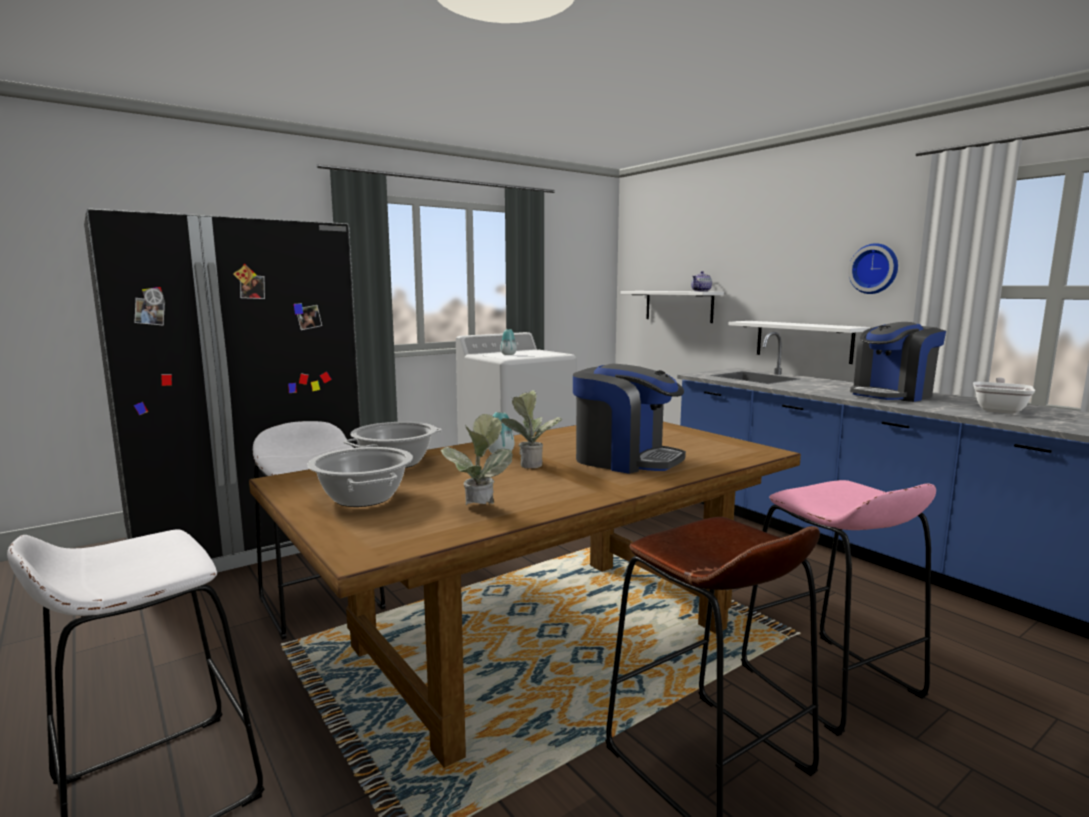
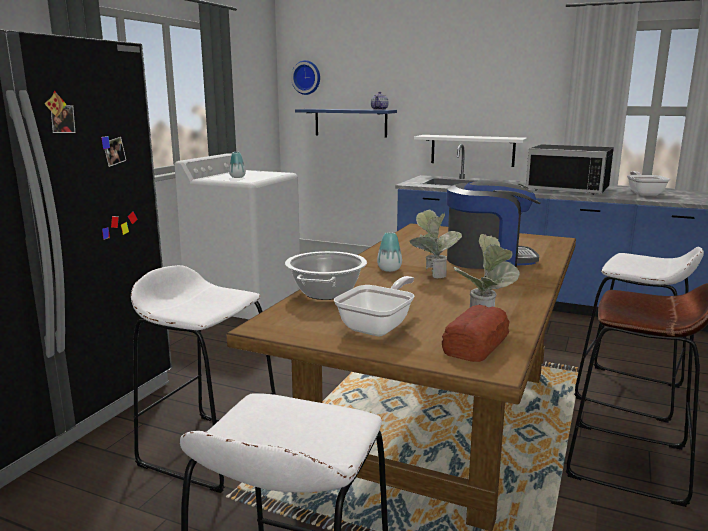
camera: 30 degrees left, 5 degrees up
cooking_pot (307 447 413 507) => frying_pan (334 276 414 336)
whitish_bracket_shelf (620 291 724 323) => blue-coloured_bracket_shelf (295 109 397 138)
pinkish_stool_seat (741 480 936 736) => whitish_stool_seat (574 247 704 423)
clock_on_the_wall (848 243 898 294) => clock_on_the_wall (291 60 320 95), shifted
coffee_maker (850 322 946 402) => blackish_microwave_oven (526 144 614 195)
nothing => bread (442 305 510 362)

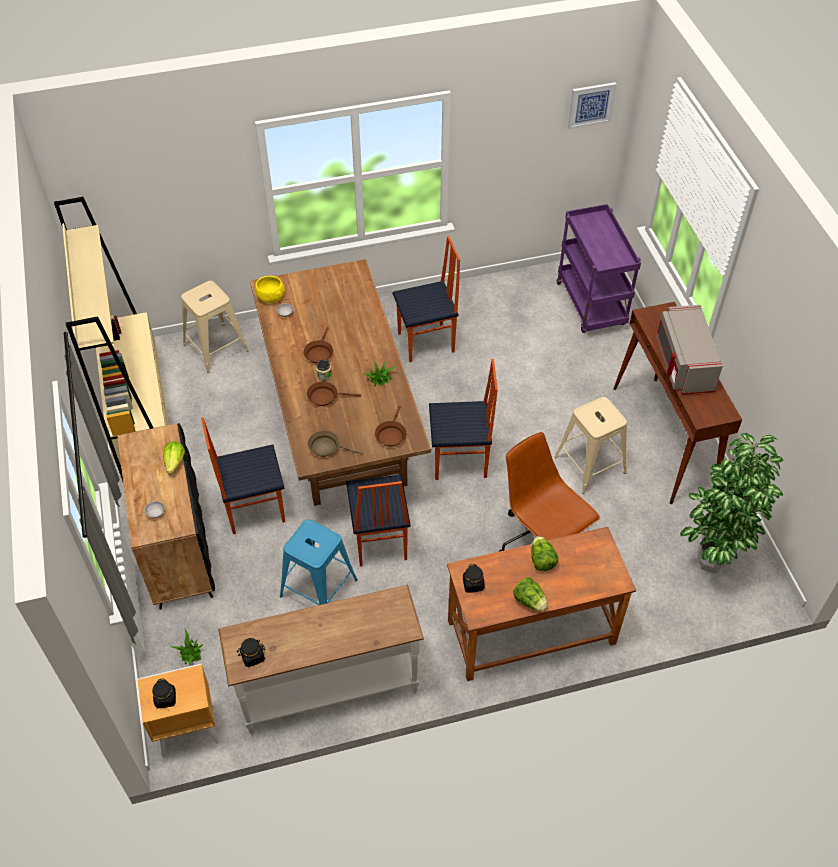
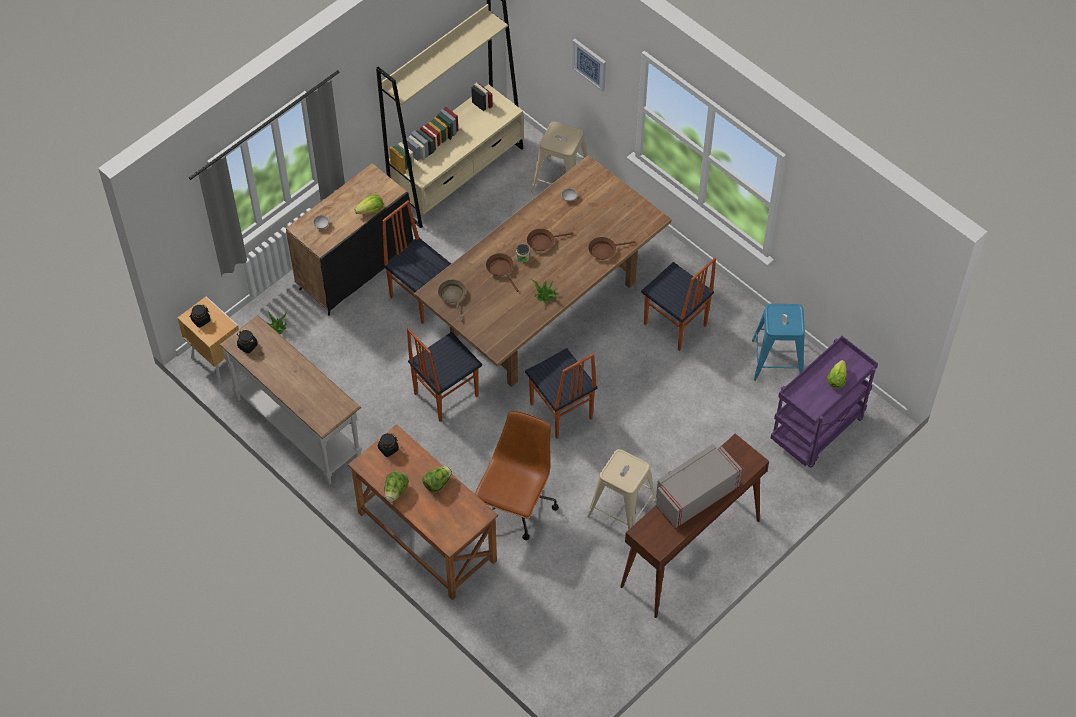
camera: 60 degrees right, 5 degrees up
yellow_bowl (255 276 285 303) => nothing
blue-coloured_stool_seat (280 519 358 605) => blue-coloured_stool_seat (752 304 805 381), shifted
brownish_frying_pan (375 405 406 447) => brownish_frying_pan (588 237 635 260), shifted
wall_picture (568 82 617 129) => wall_picture (572 39 606 92), shifted
potted_plant (680 433 783 574) => nothing
nothing => lettuce (827 360 846 388)

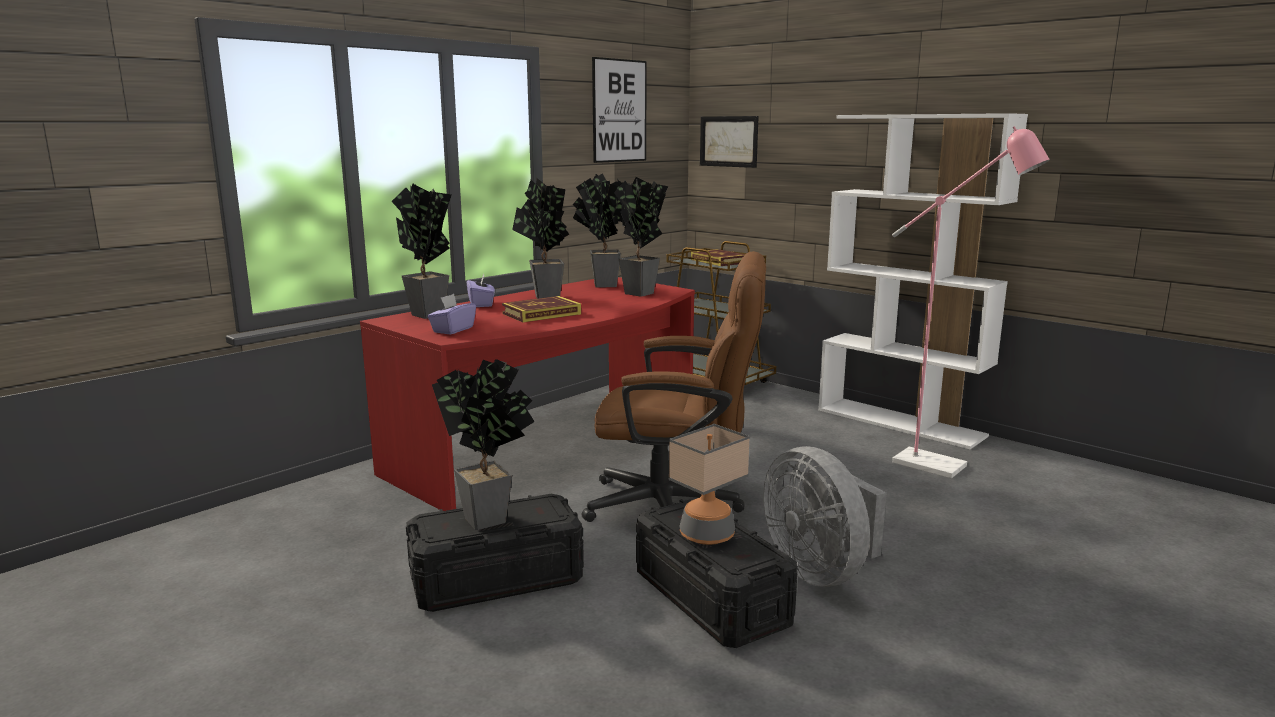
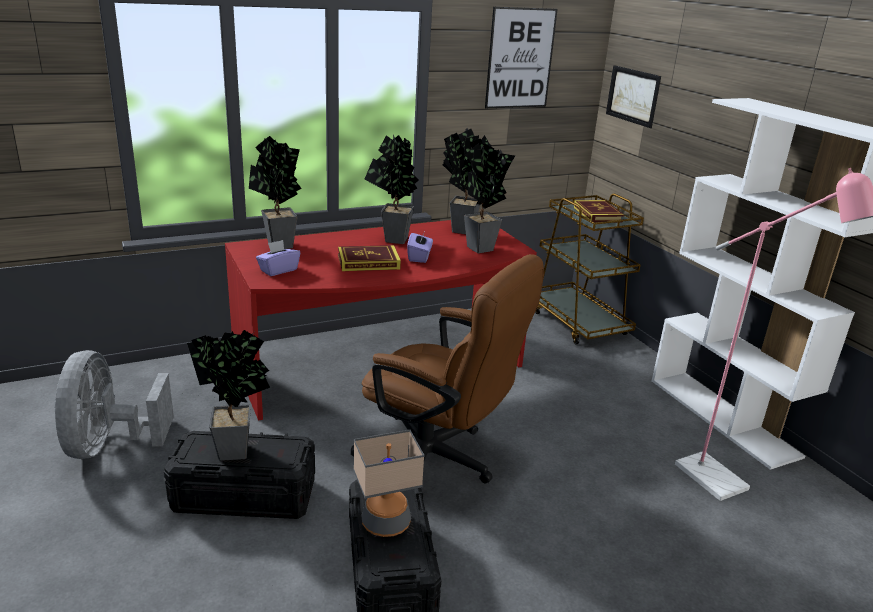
camera: 20 degrees right, 10 degrees up
purplish_tissue_box (467 274 495 307) => purplish_tissue_box (407 230 433 263), shifted
grey_fan (763 446 886 587) => grey_fan (54 350 174 459), shifted

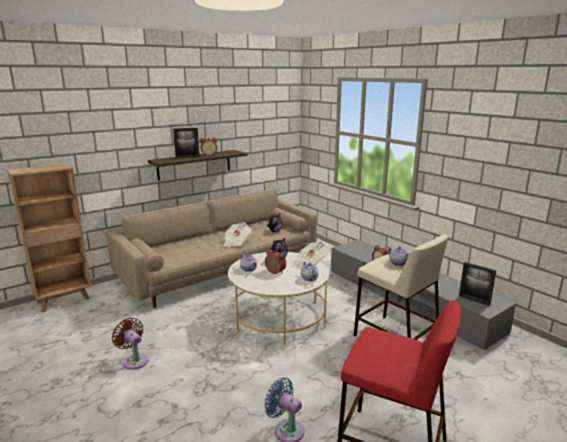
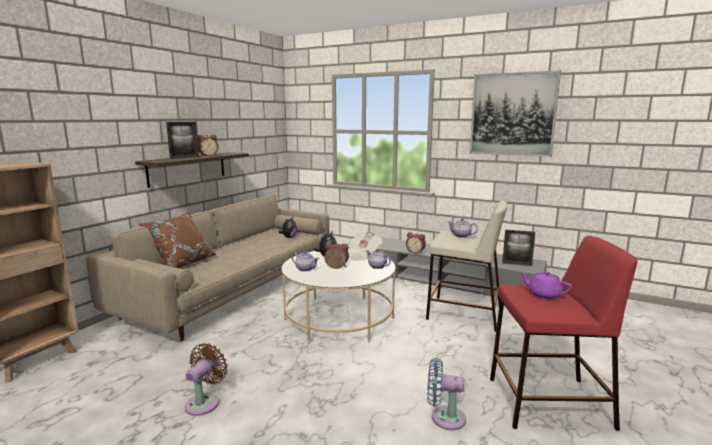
camera: 25 degrees left, 5 degrees down
brownish_fan (112 318 148 370) => brownish_fan (185 343 228 416), 90 degrees clockwise
printed_paper (224 222 252 247) => nothing
nothing => brownish_cushion (138 212 217 268)
nothing => wall_picture (470 70 561 157)
nothing => purplish_pot_for_tea (519 271 572 299)

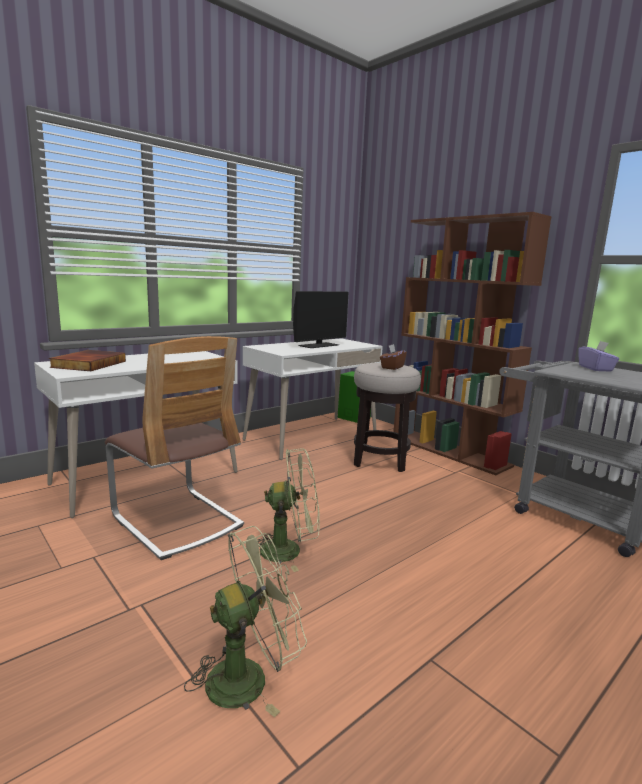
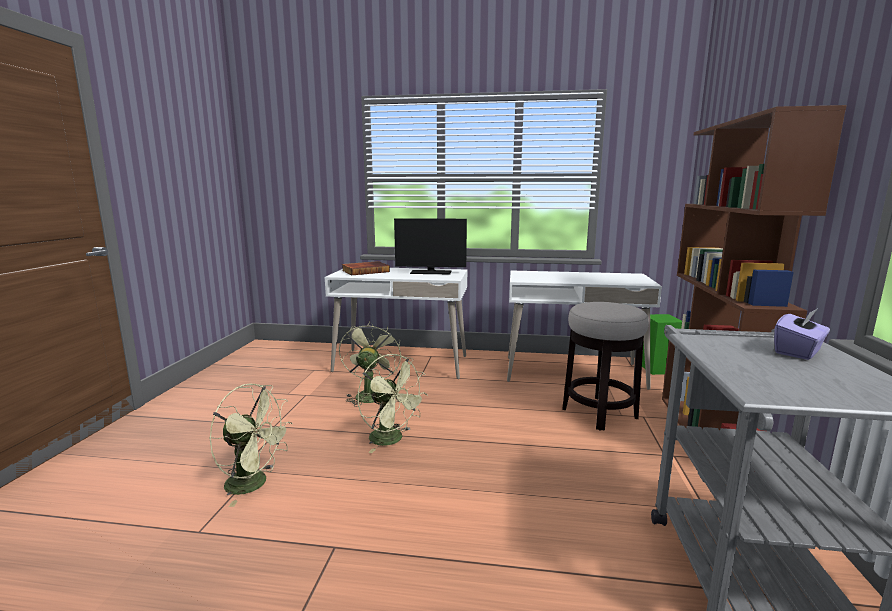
camera: 50 degrees right, 0 degrees up
plain_chair (105 336 244 560) => green_fan (339 321 401 407)
computer_screen (293 291 348 348) => computer_screen (394 218 467 274), shifted
brownish_tissue_box (380 344 407 370) => nothing

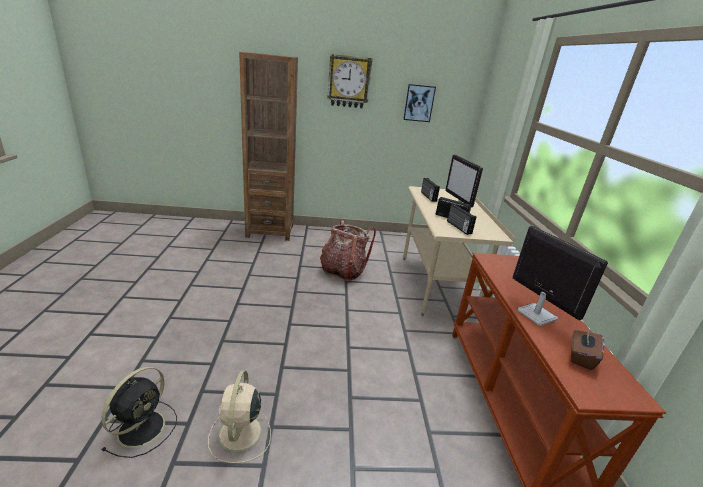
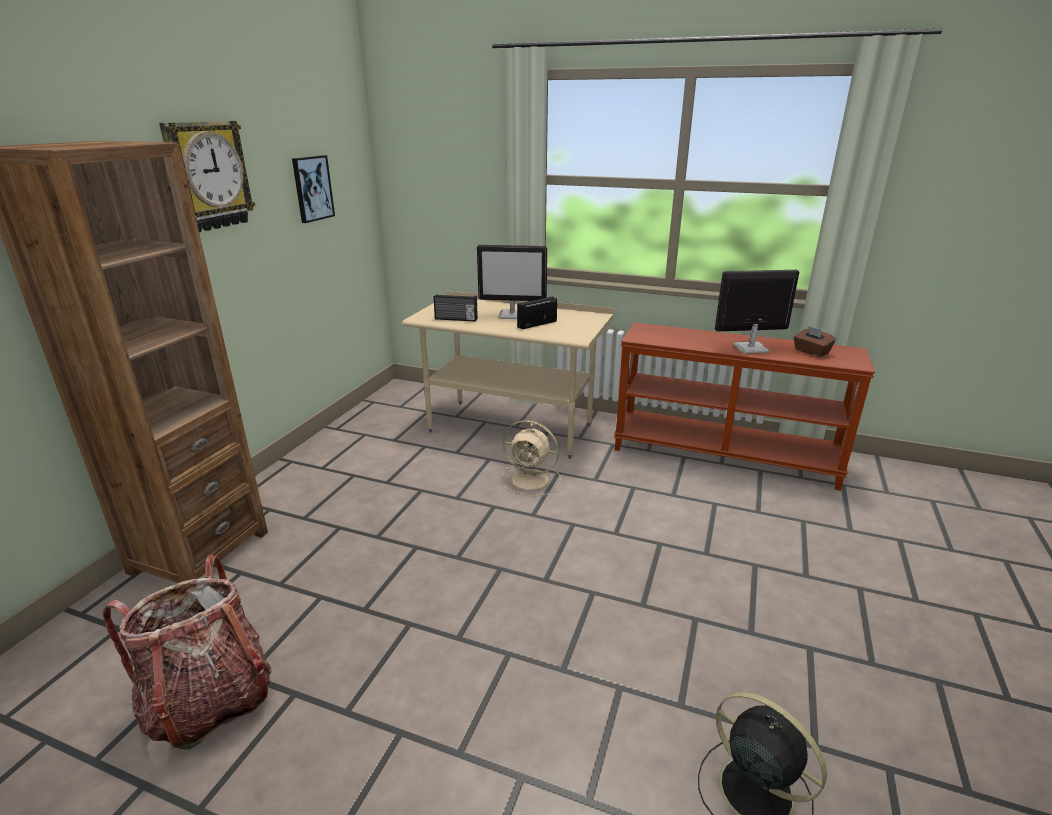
camera: 65 degrees left, 0 degrees up
sand-coloured_fan (208 371 271 463) => sand-coloured_fan (502 420 560 496), shifted
knapsack (320 220 376 281) => knapsack (102 555 272 750), shifted
radio (447 204 476 235) => nothing

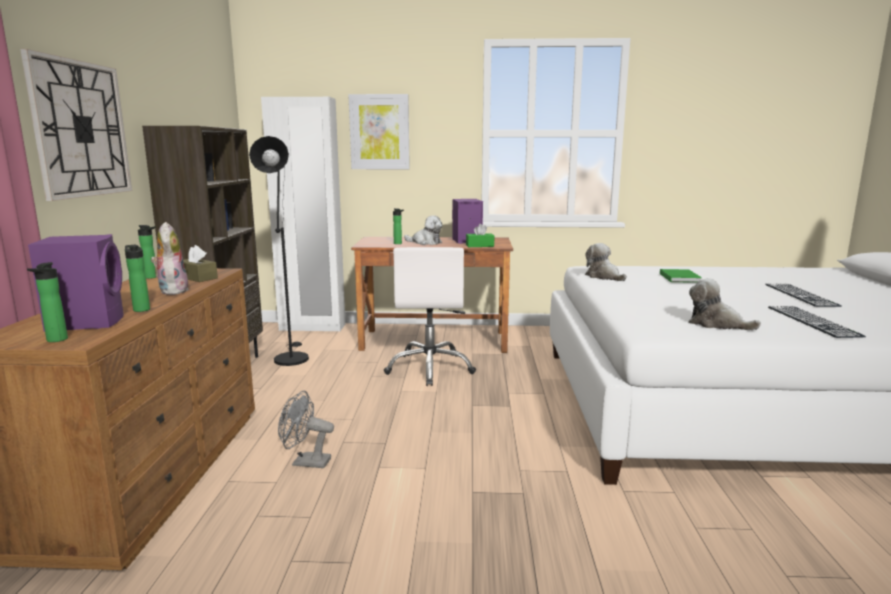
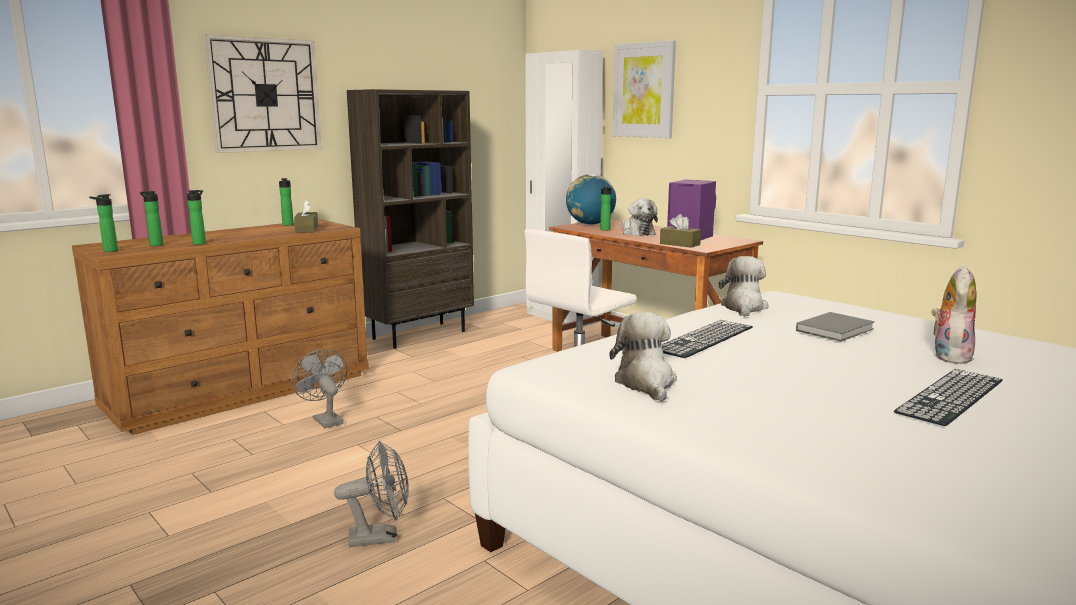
camera: 45 degrees right, 0 degrees up
purplish_speaker (28 234 124 332) => beverage_bottle (140 191 163 246)
plush_toy (151 222 189 295) => plush_toy (932 265 976 364), shifted
blackish_standing_lamp (249 136 309 366) => nothing
green_tissue_box (466 224 494 247) => brownish_tissue_box (660 214 701 248)
green_bound_book (660 269 702 283) => grey_bound_book (796 312 875 342)
computer_keyboard (768 306 866 338) => computer_keyboard (661 320 753 358), shifted
nothing => grey_fan (334 441 409 547)
nothing => desk_globe (566 174 616 225)

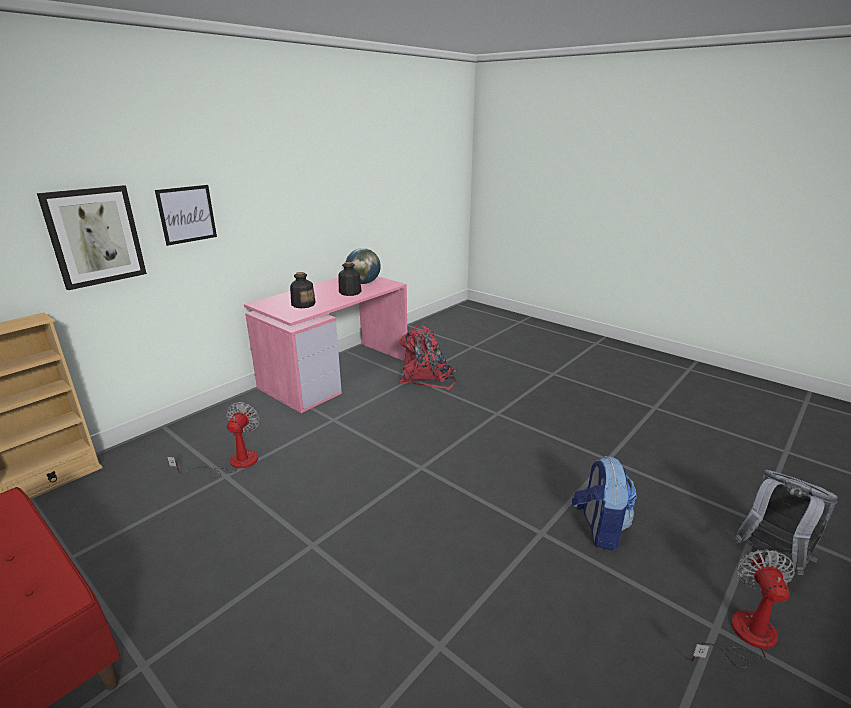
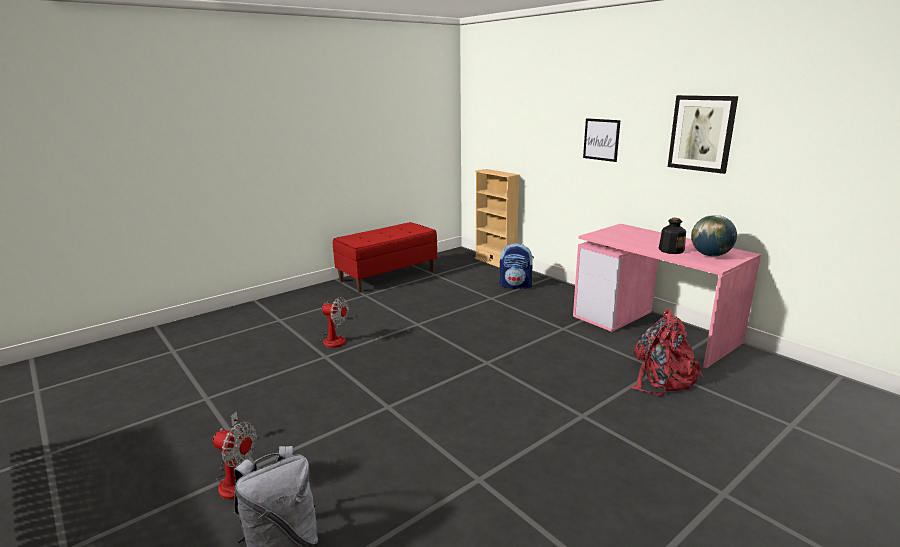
camera: 100 degrees right, 5 degrees down
wall_picture (37 185 147 290) => wall_picture (668 95 738 174), shifted
fan (167 402 260 477) => fan (320 297 348 348), shifted
beverage_bottle (290 272 316 308) => nothing
knapsack (572 456 637 551) => knapsack (499 243 534 289), shifted

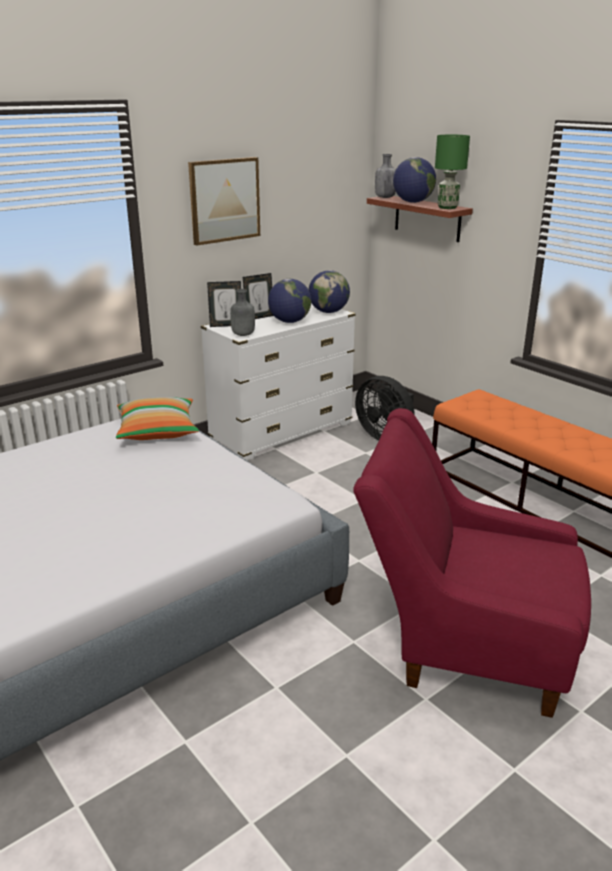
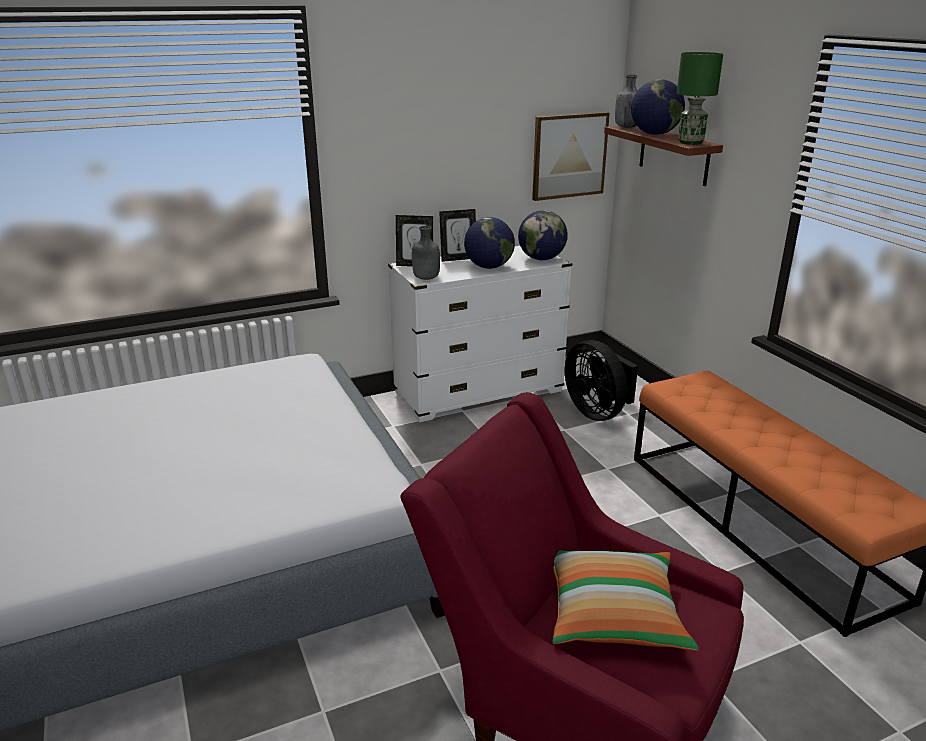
camera: 15 degrees right, 0 degrees up
cushion (116 397 199 440) => cushion (553 551 699 651), shifted
wall_picture (188 157 260 245) => wall_picture (532 112 610 201), shifted

